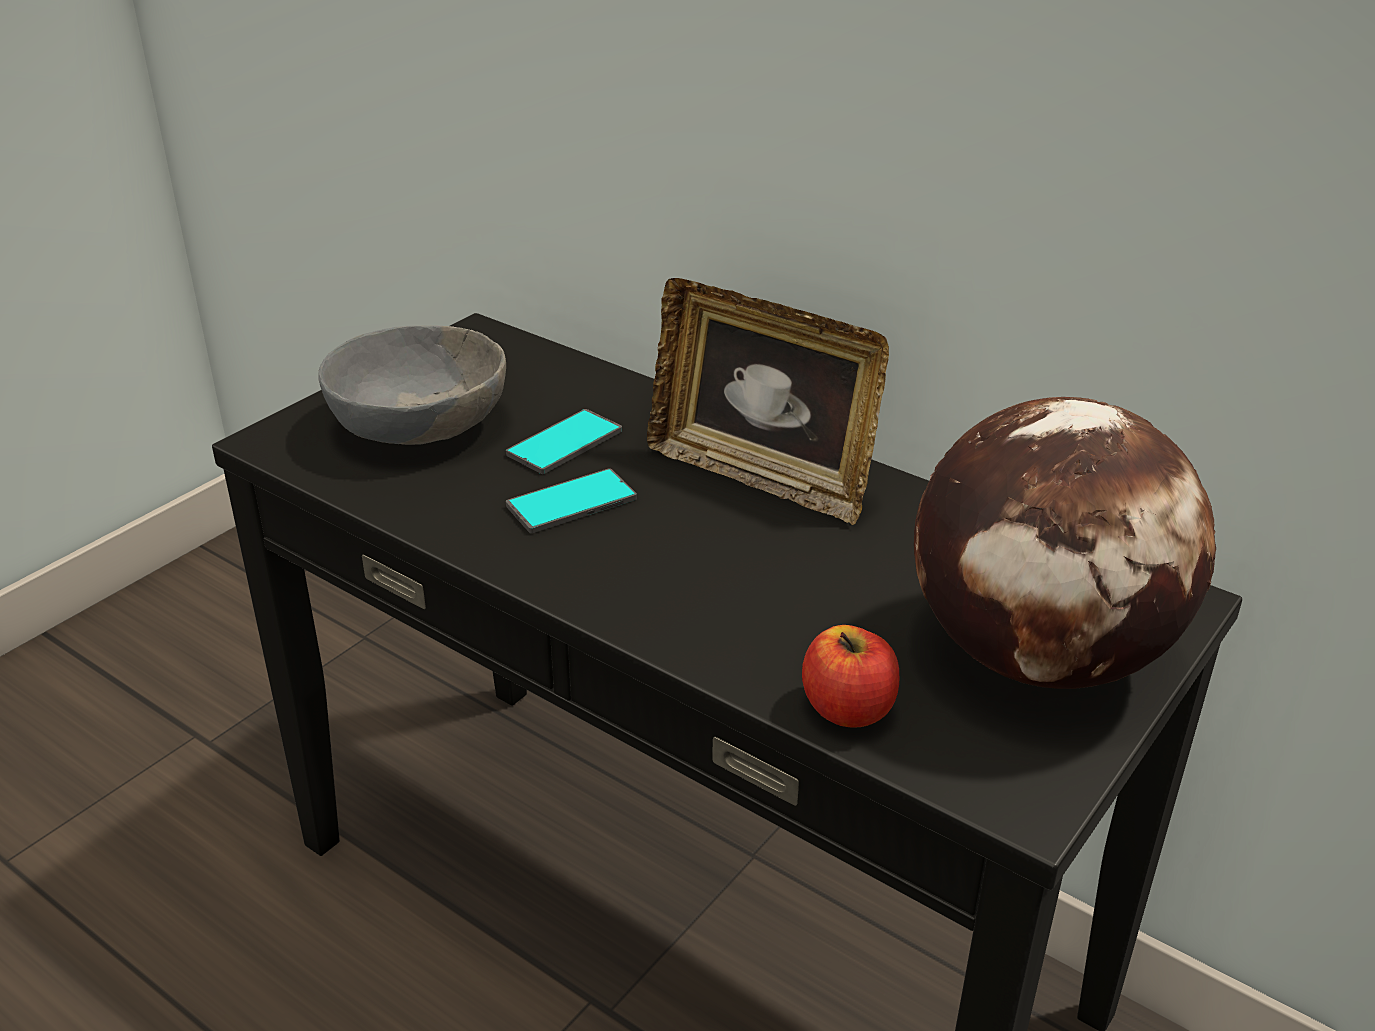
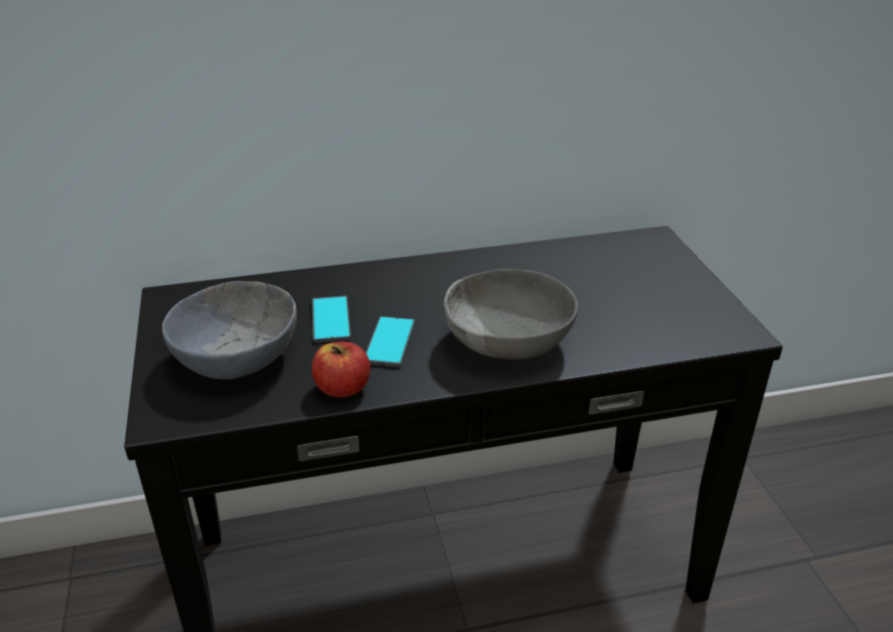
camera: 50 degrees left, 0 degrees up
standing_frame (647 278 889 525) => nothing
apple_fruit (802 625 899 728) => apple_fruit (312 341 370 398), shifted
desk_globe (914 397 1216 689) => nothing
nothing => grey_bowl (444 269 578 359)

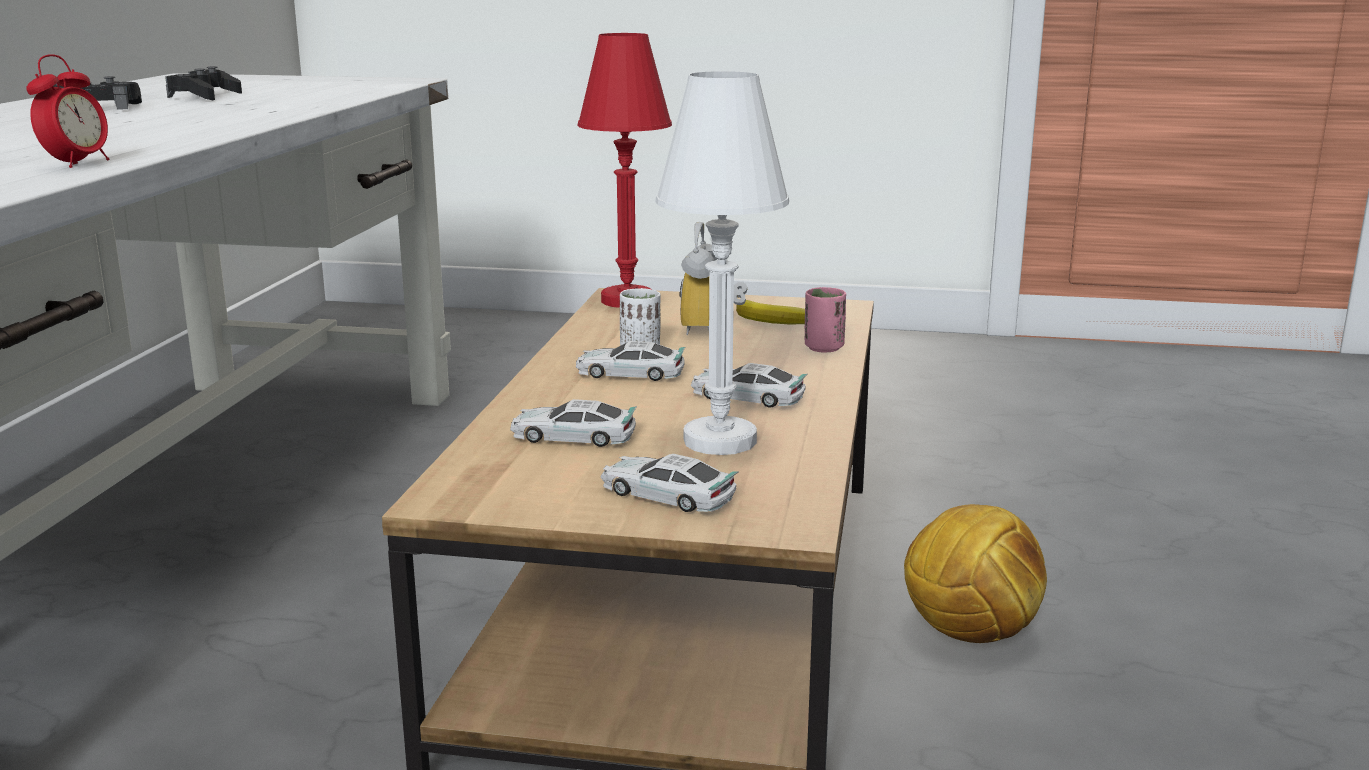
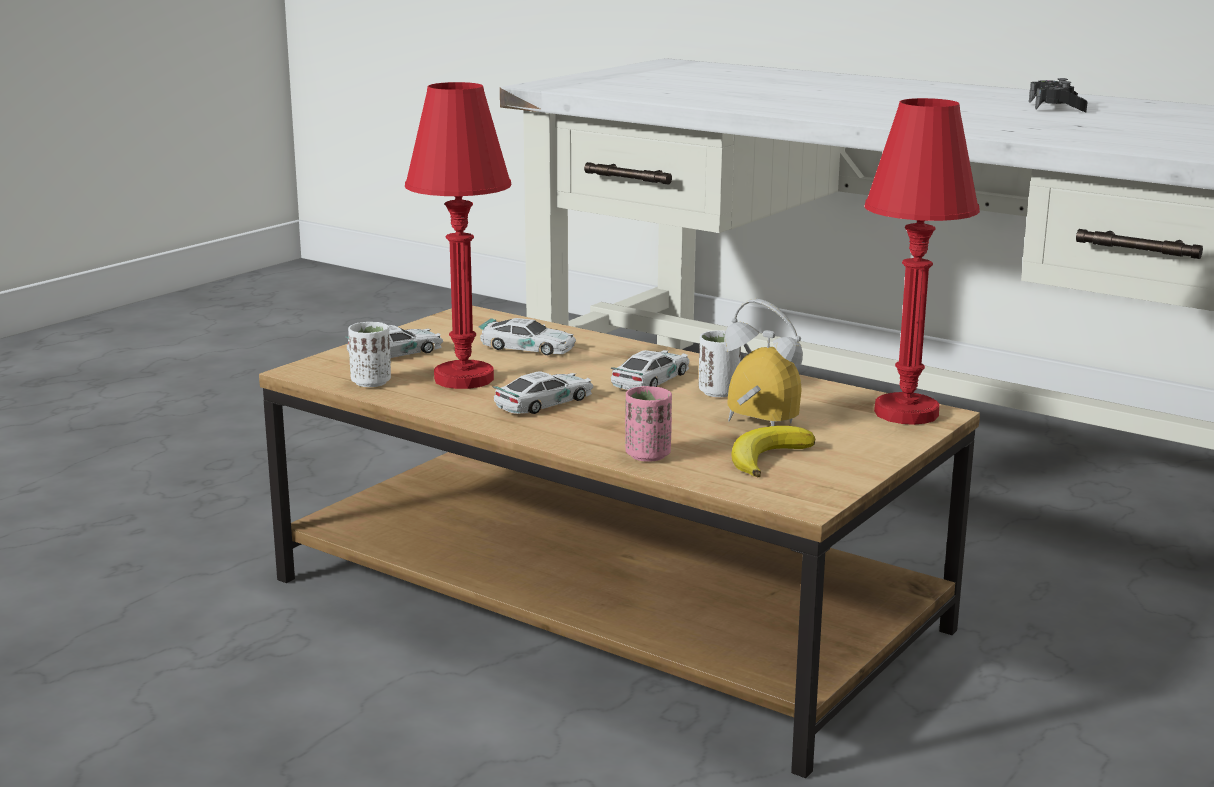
camera: 115 degrees right, 0 degrees up
table_clock (27 55 110 168) => nothing
blackish_game_controller (165 66 242 100) => nothing
toy_car (510 399 637 447) => toy_car (478 318 576 355), 75 degrees clockwise
whitish_table_lamp (655 71 789 455) => red_table_lamp (405 82 512 389)
football (904 504 1047 643) => nothing
nothing => whitish_drinking_cup (348 322 391 387)

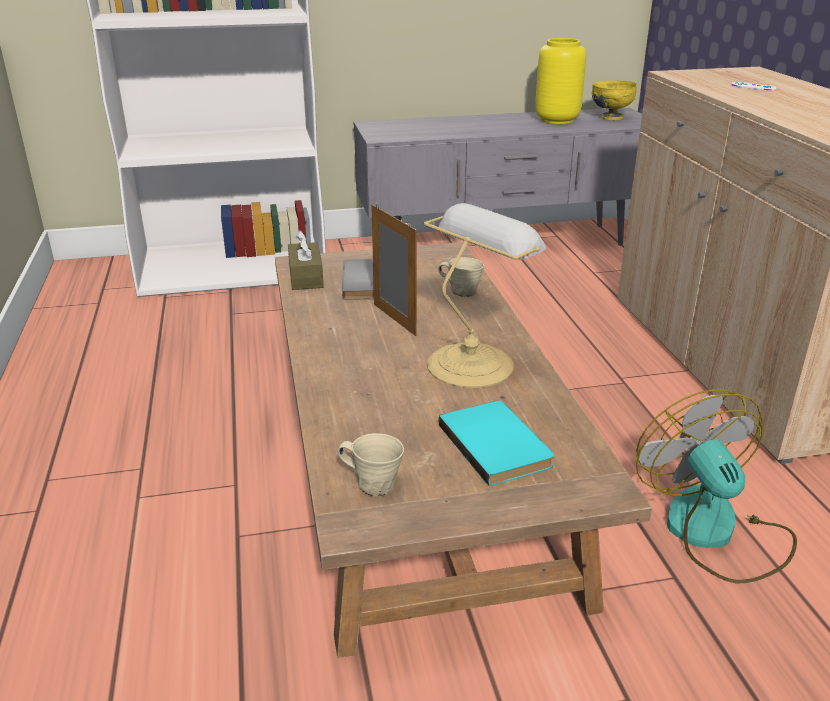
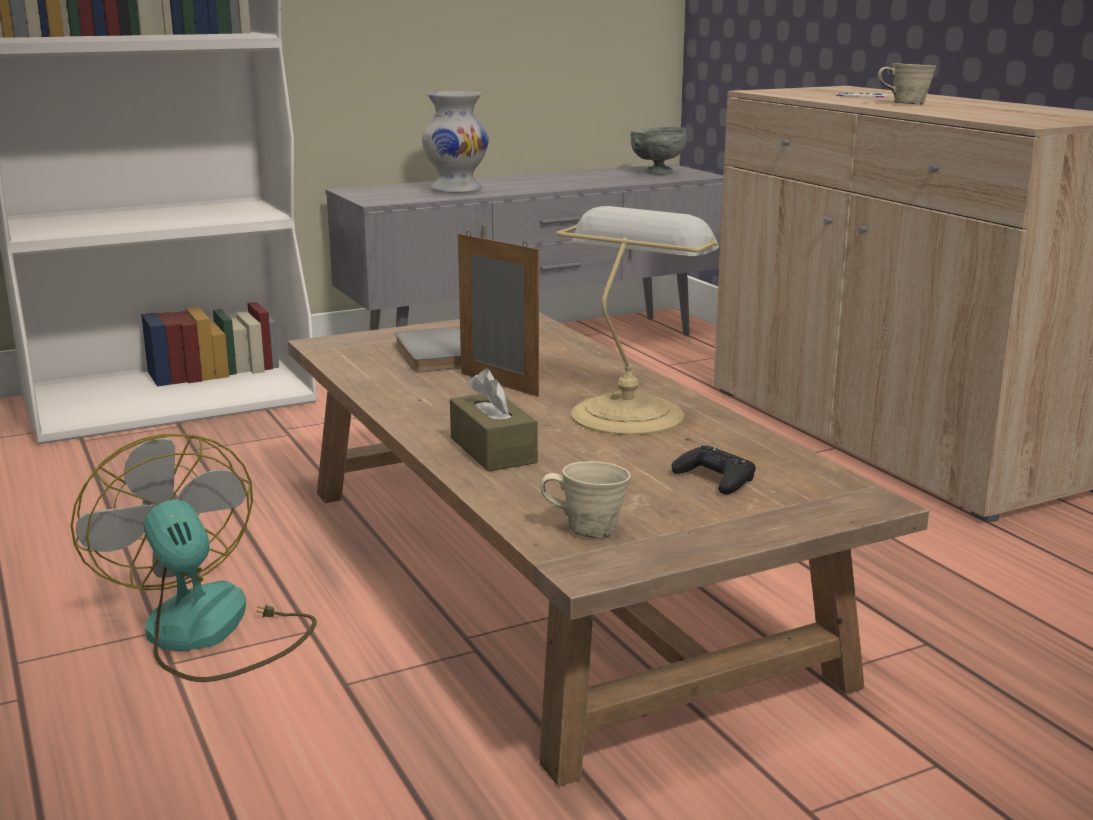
camera: 15 degrees left, 10 degrees down
brownish_tissue_box (288 230 324 290) => brownish_tissue_box (450 368 538 472), shifted
sand-coloured_coffee_mug (438 257 484 297) => sand-coloured_coffee_mug (878 63 936 104), shifted
turquoise_bound_book (438 401 554 486) => blackish_game_controller (671 446 756 495)
yellow_vase (535 38 586 124) => nothing
yellow_bowl (592 80 637 120) => grey_bowl (630 127 686 175)
fan (636 389 797 583) => fan (71 434 317 682), shifted
nothing => whitish_vase (422 91 489 193)

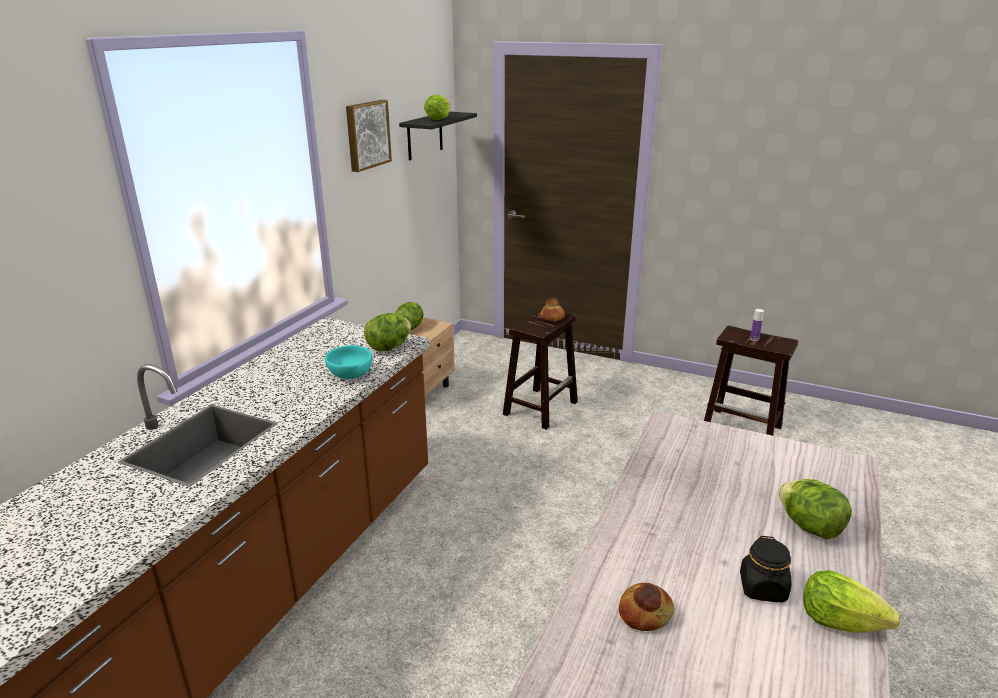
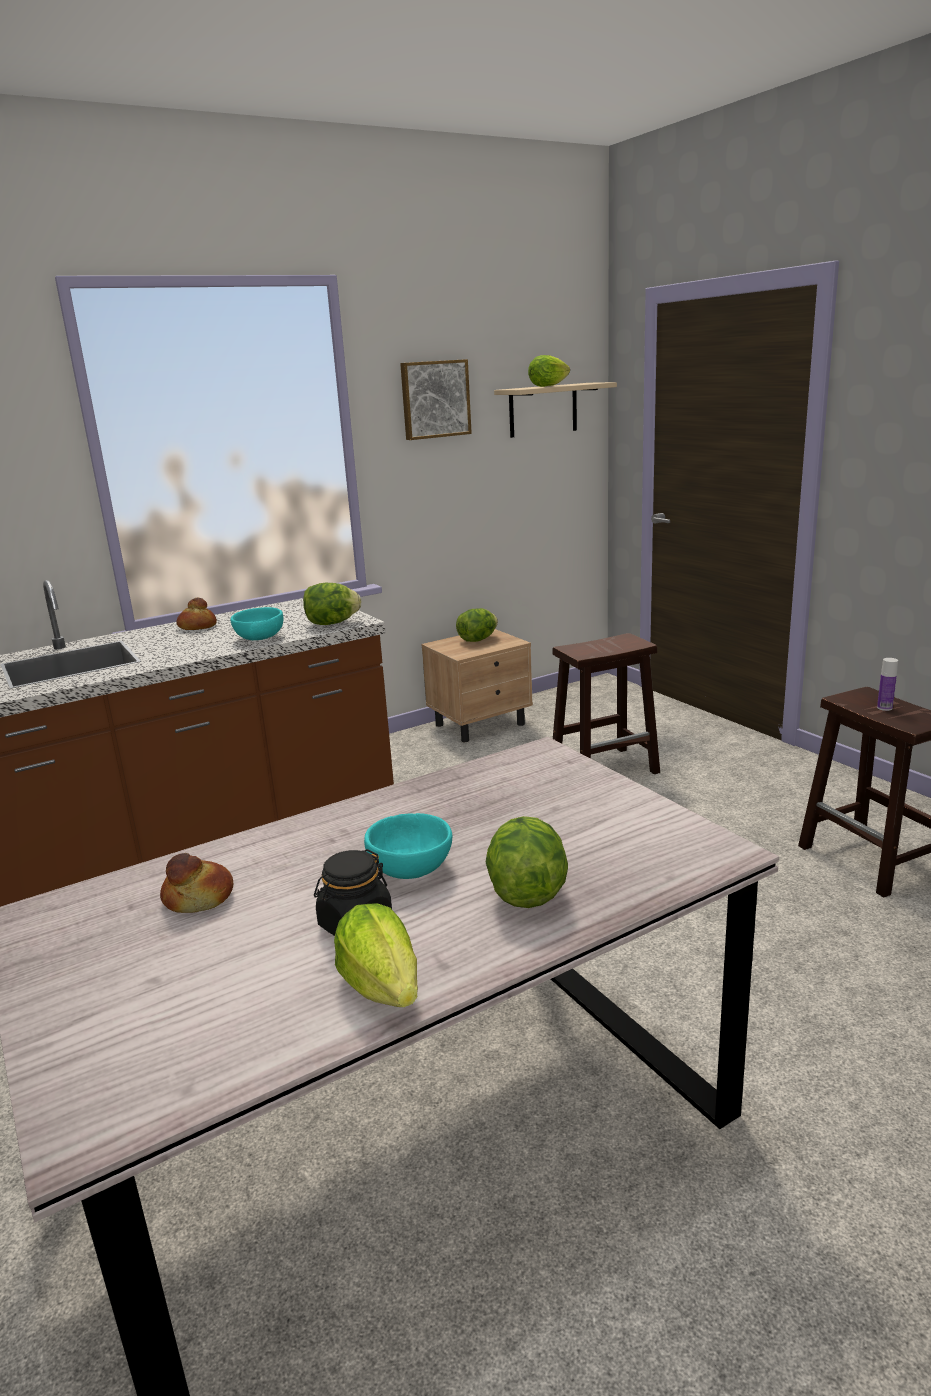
camera: 35 degrees right, 5 degrees down
blackish_bracket_shelf (399 112 477 160) => sand-coloured_bracket_shelf (494 382 617 438)
bread (540 298 565 321) => bread (176 598 217 630), shifted
nothing => turquoise_bowl (364 813 452 879)

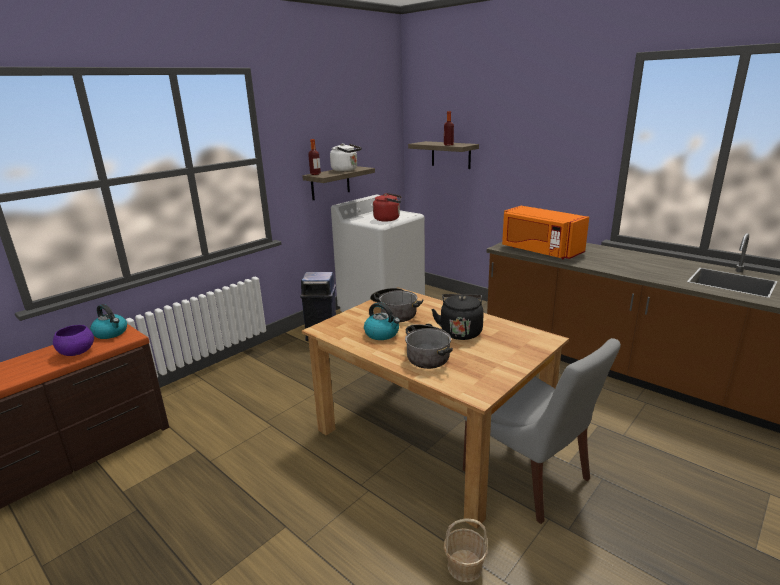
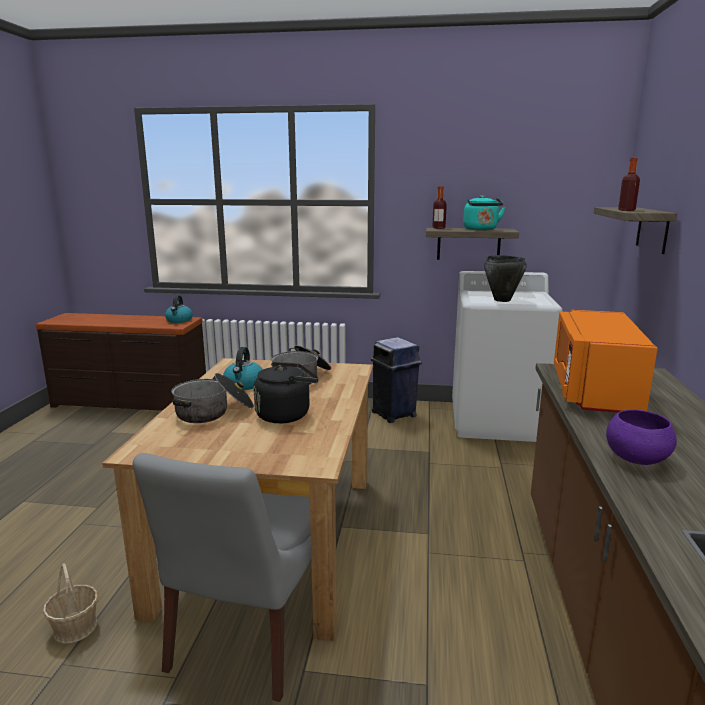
camera: 55 degrees right, 5 degrees down
purplish_bowl (53 325 94 356) => purplish_bowl (606 410 677 465), shifted
whitish_kettle (330 143 362 171) => turquoise_kettle (463 195 505 230)
red_kettle (373 193 401 222) => blackish_cooking_pot (484 255 527 302)

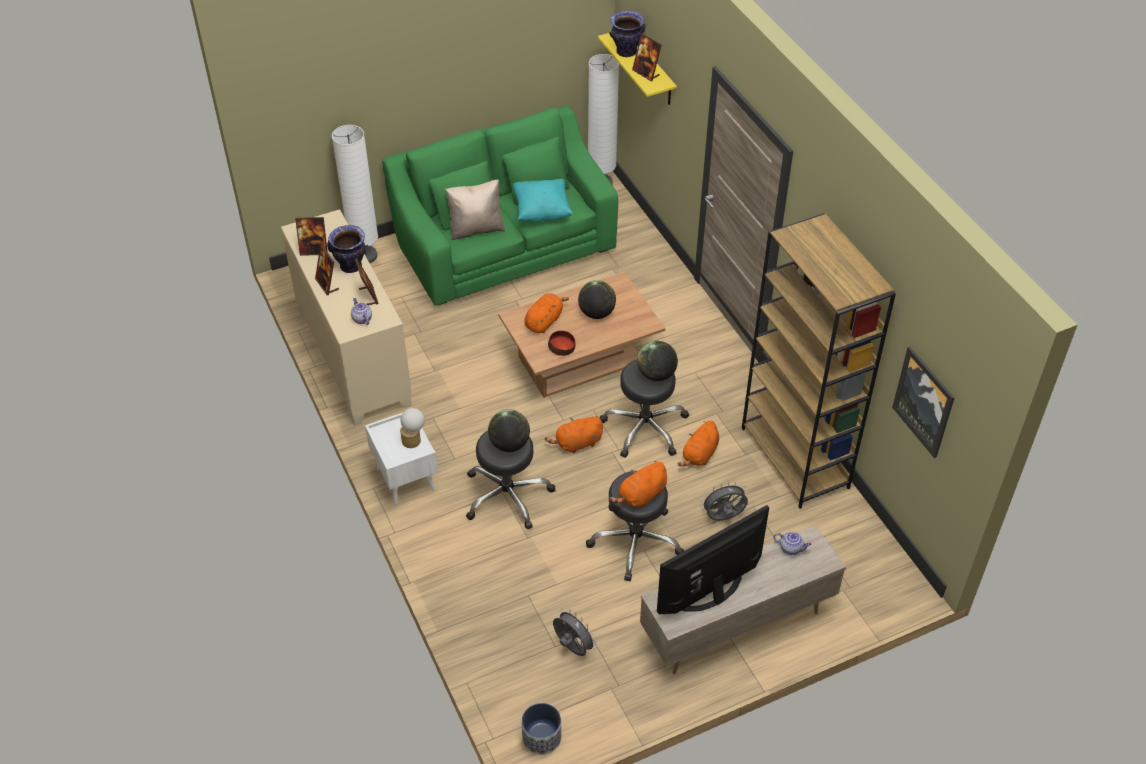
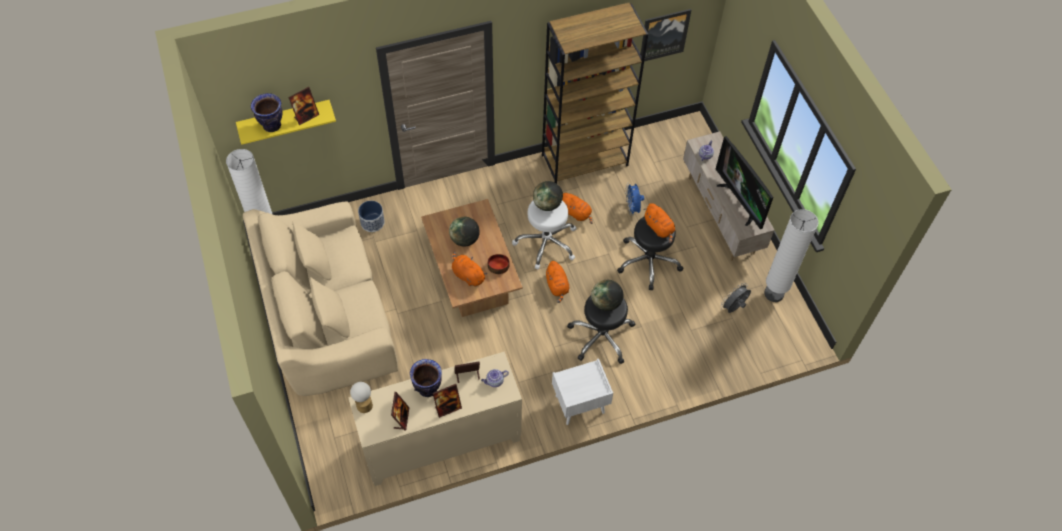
camera: 85 degrees left, 10 degrees up
whitish_standing_lamp (332 125 378 263) => whitish_standing_lamp (764 209 818 302), shifted
green_couch (382 106 618 306) => sand-coloured_couch (243 202 398 396)
table_lamp (400 408 425 448) => table_lamp (350 382 373 413), shifted
sand-coloured_cushion (445 180 505 240) => nothing
turquoise_cushion (513 179 573 222) => nothing
planter (522 703 561 755) => planter (358 201 385 232), shifted
blackish_stool_seat (600 360 689 458) => whitish_stool_seat (512 200 577 270)
grey_fan (700 482 748 521) => blue-coloured_fan (625 184 644 216)

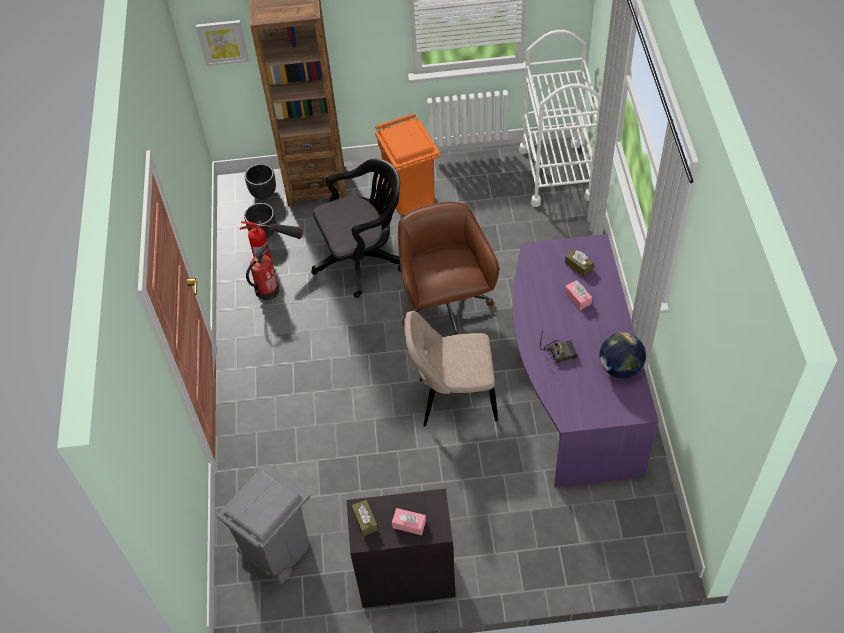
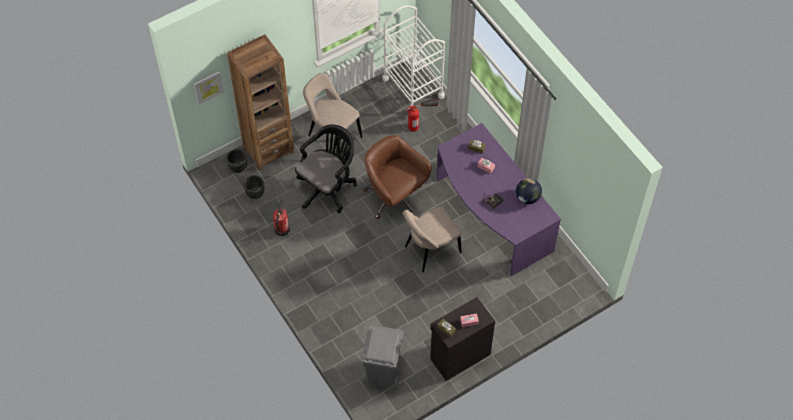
camera: 30 degrees left, 5 degrees up
fire_extinguisher (240 221 303 259) => fire_extinguisher (406 98 439 132), shifted
orange_waste_bin (375 113 440 215) => sand-coloured_plain_chair (303 73 362 155)

